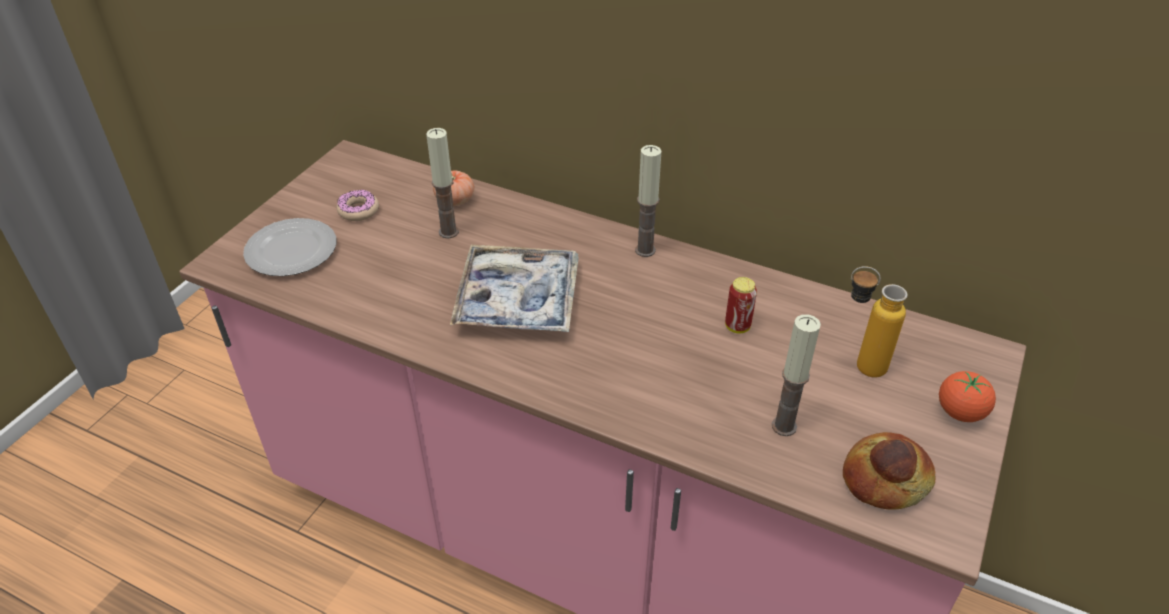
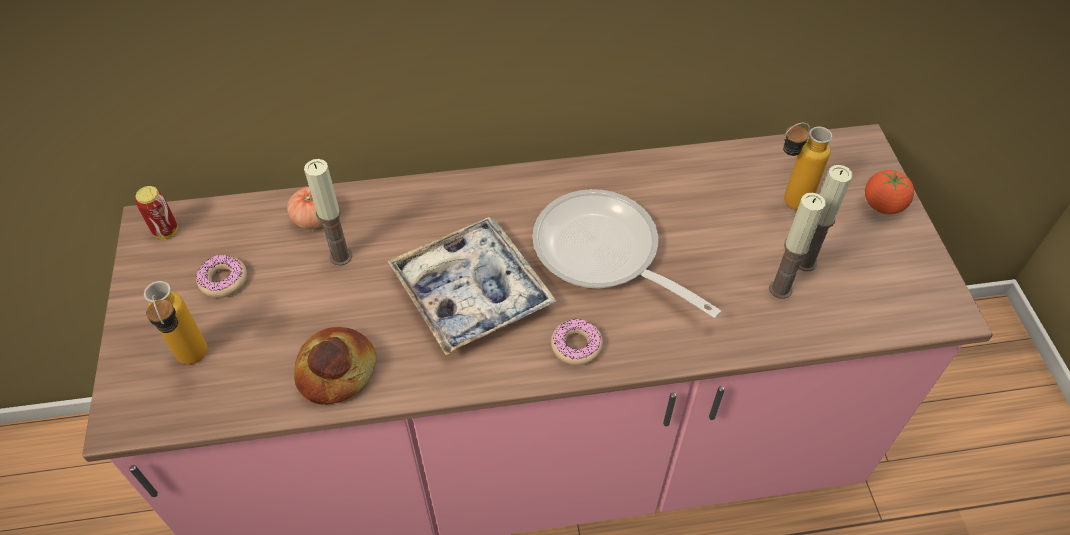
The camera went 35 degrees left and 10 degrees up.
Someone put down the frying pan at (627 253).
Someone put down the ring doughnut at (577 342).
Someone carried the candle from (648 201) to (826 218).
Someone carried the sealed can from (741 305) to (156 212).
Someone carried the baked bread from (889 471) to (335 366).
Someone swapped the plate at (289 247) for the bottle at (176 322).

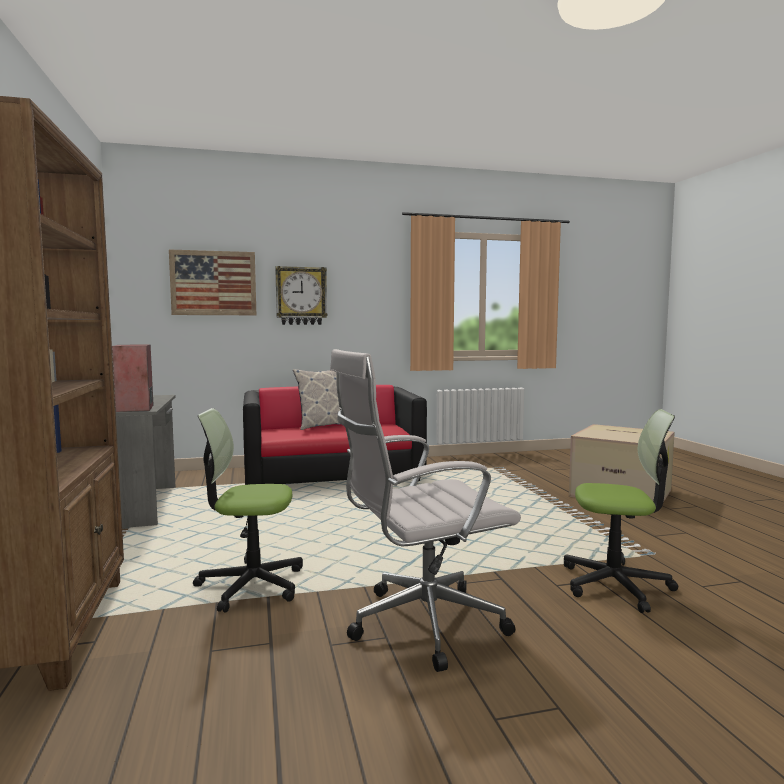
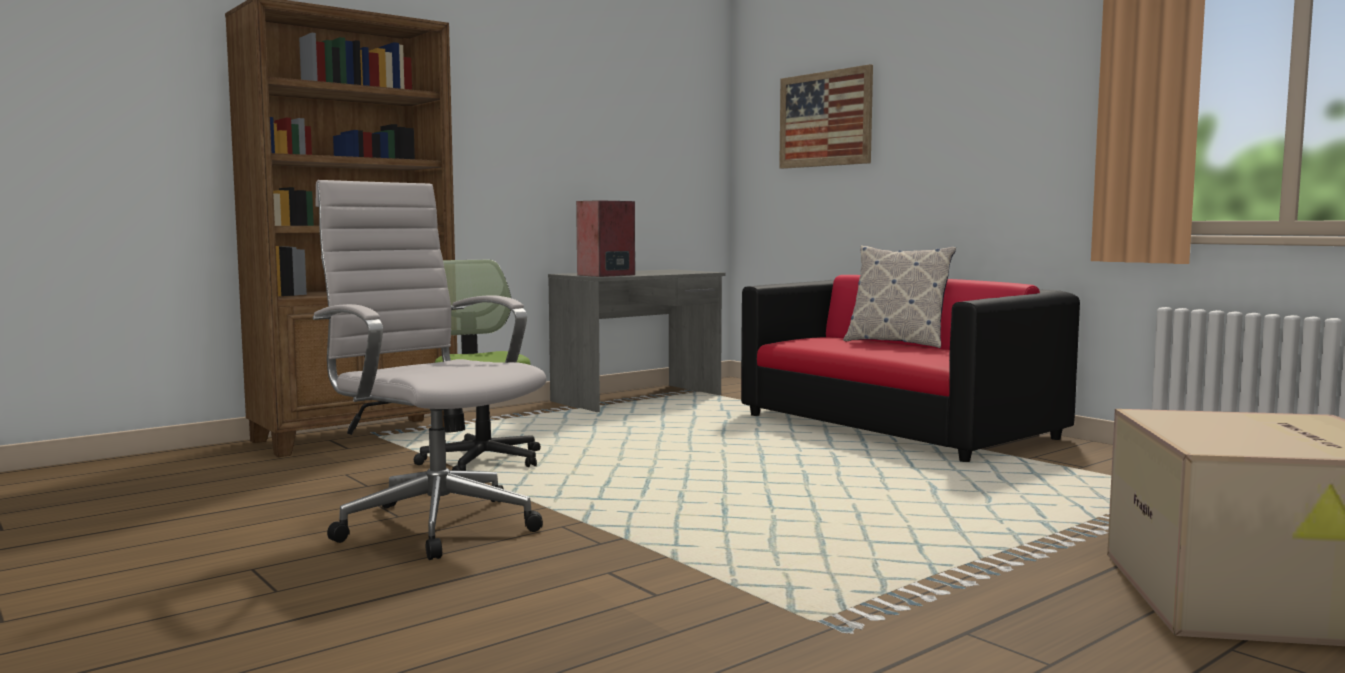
The camera went 65 degrees right and 0 degrees up.
Someone took away the hanging clock at (301 295).
Someone took away the desk chair at (621 511).

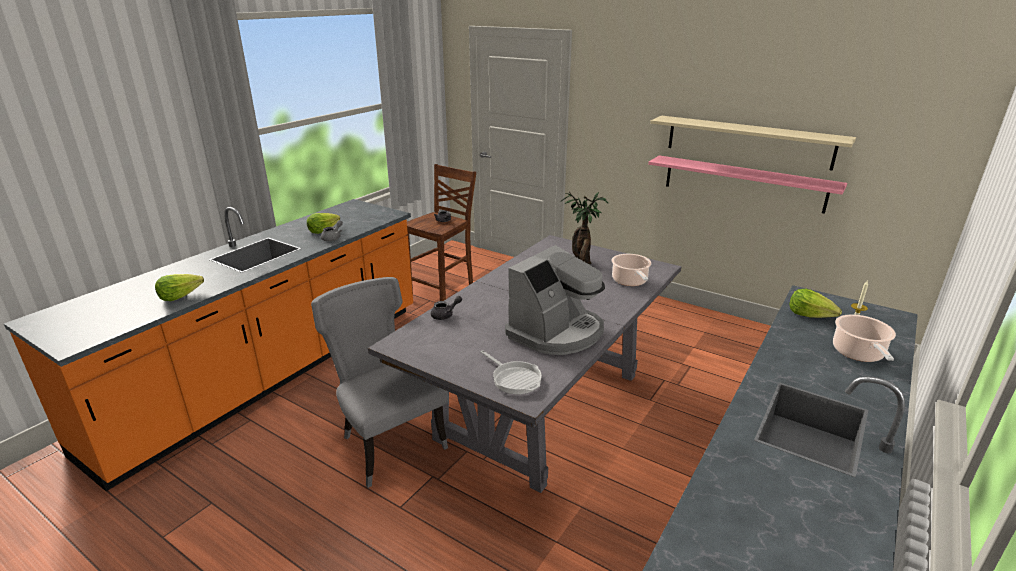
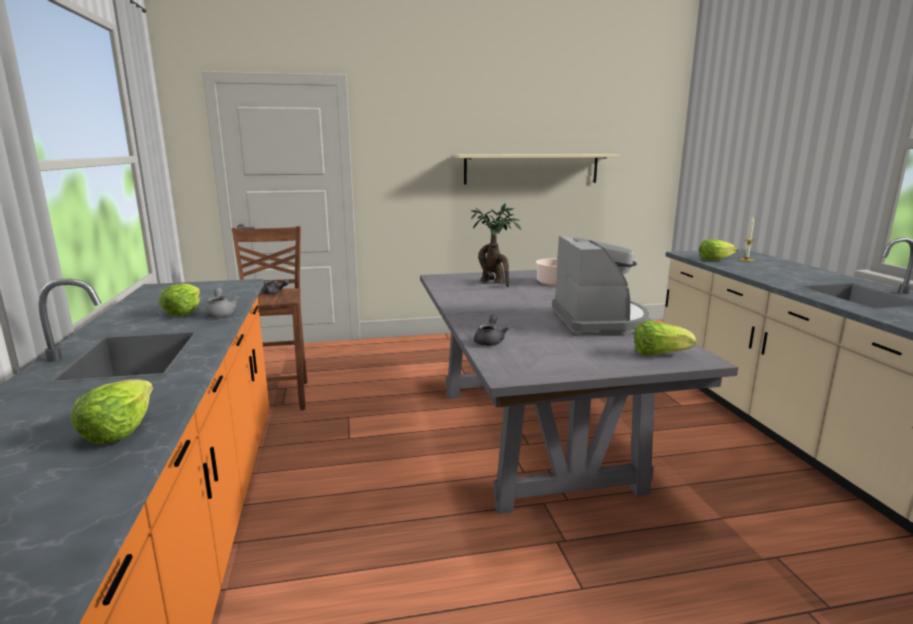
The camera went 45 degrees left and 10 degrees down.
Someone took away the greyish chair at (380 382).
Someone took away the pinkish wall shelf at (747 184).
Someone took away the stockpot at (864 338).
Someone swapped the frying pan at (511 372) for the lettuce at (665 337).

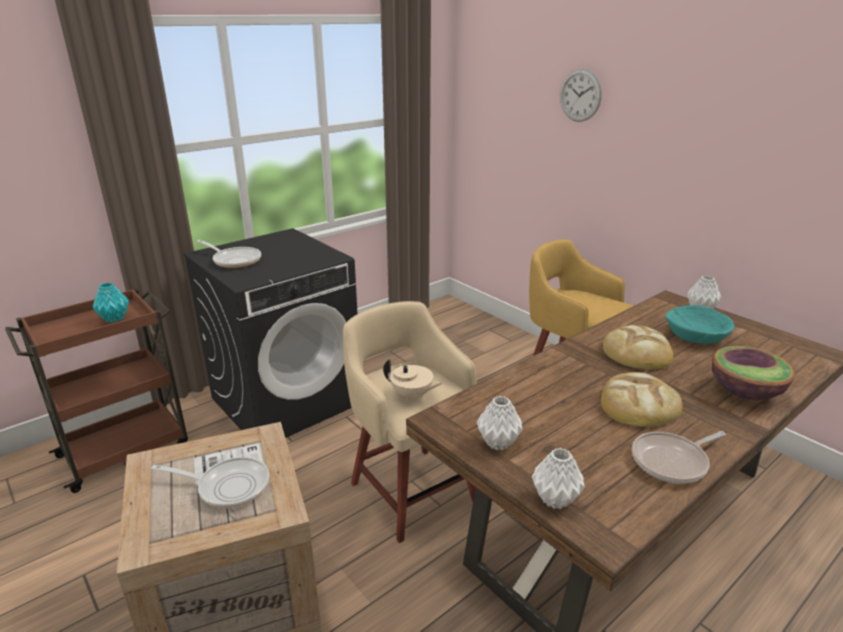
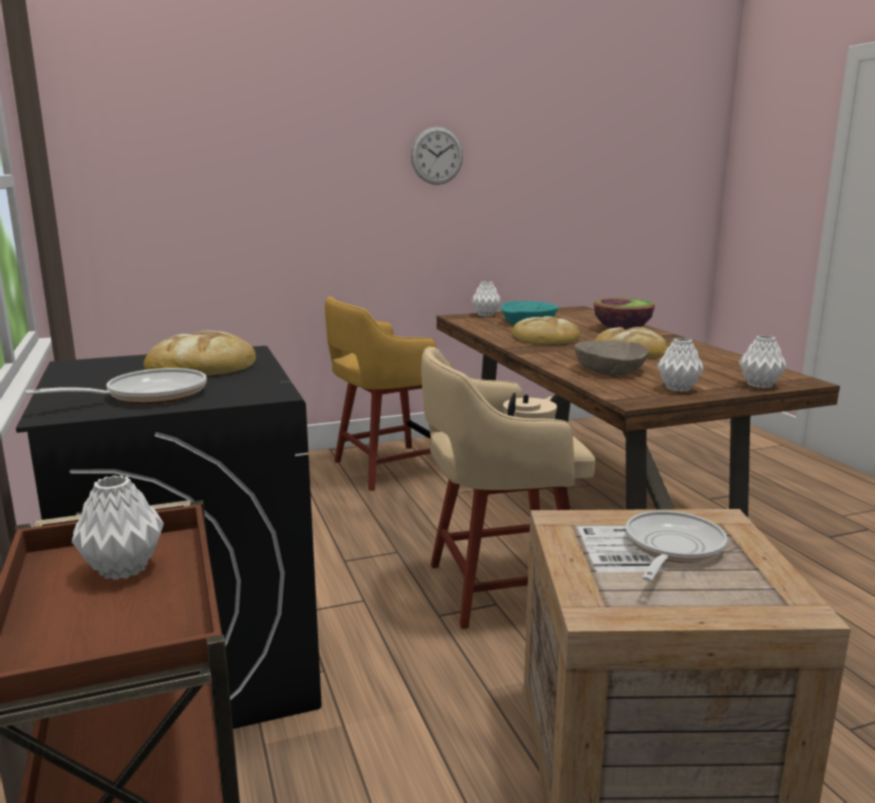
The camera went 70 degrees left and 10 degrees down.
Someone took away the frying pan at (679 457).
Someone put down the baked bread at (200 353).
Someone put down the sand-coloured serving bowl at (611 357).
Someone carried the hanging clock from (581 95) to (437 156).
Someone repainted the turquoise flower vase at (110 302), which became the white flower vase at (118 527).

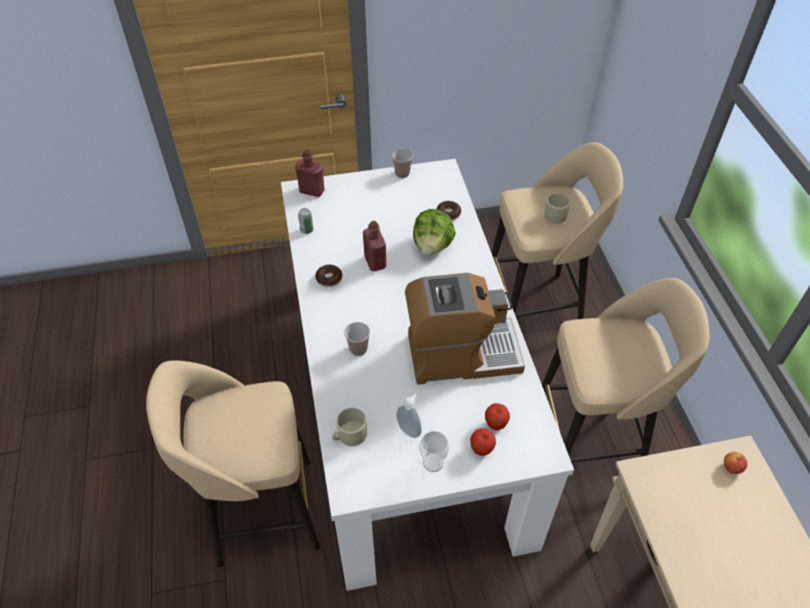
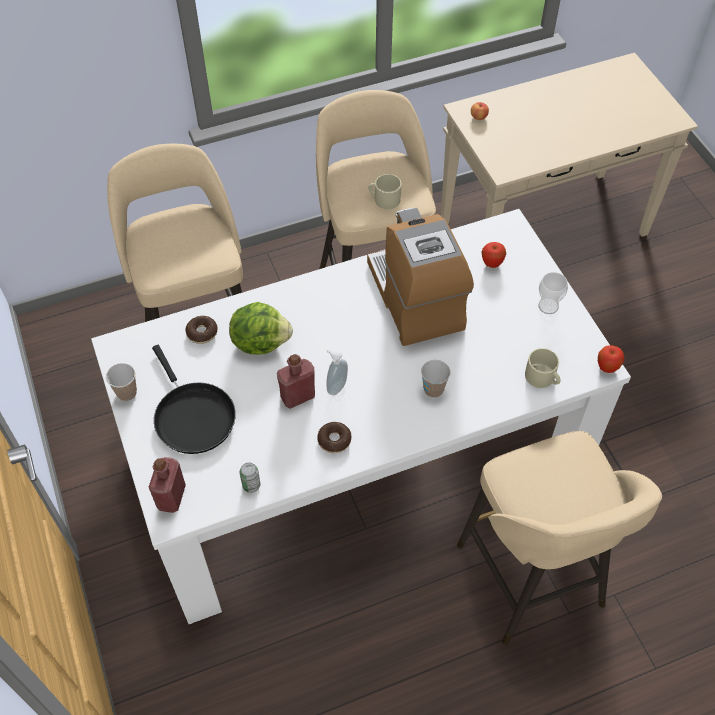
The camera went 100 degrees left and 5 degrees up.
Someone put down the blackish frying pan at (194 399).
Someone carried the soap bottle from (409 416) to (337 372).
Someone carried the apple from (483 442) to (611 359).
Someone carried the sand-coloured coffee mug from (557 208) to (384 191).

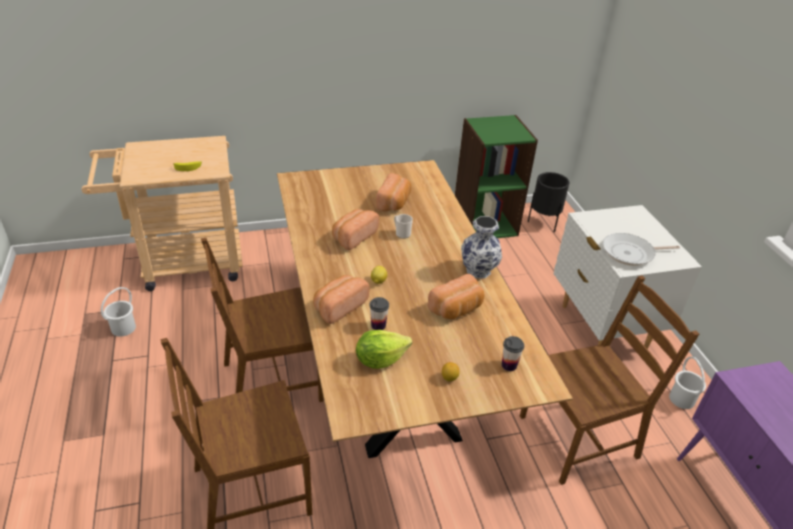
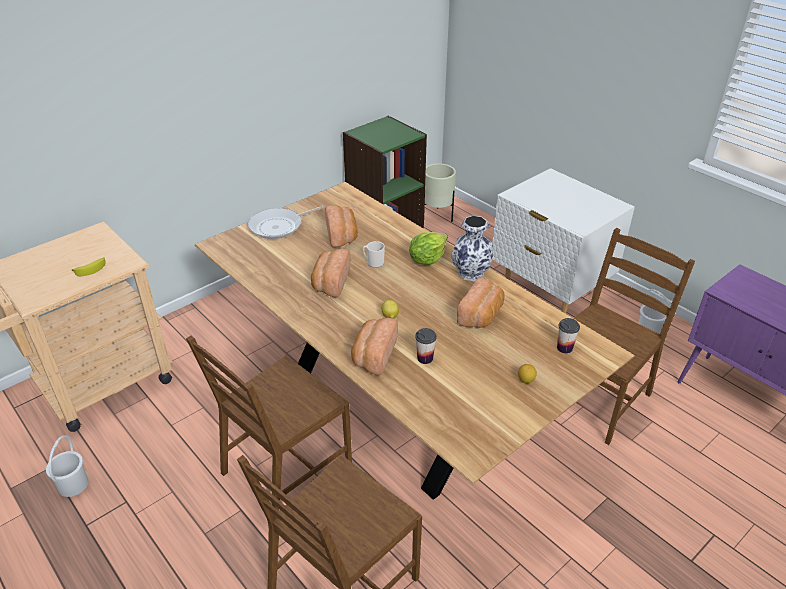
The camera went 25 degrees left and 0 degrees up.
Someone carried the lettuce from (384 349) to (428 248).
Someone carried the frying pan from (641 249) to (286 222).
Someone repainted the blackish flower pot at (548 202), which became the sand-coloured flower pot at (440 192).

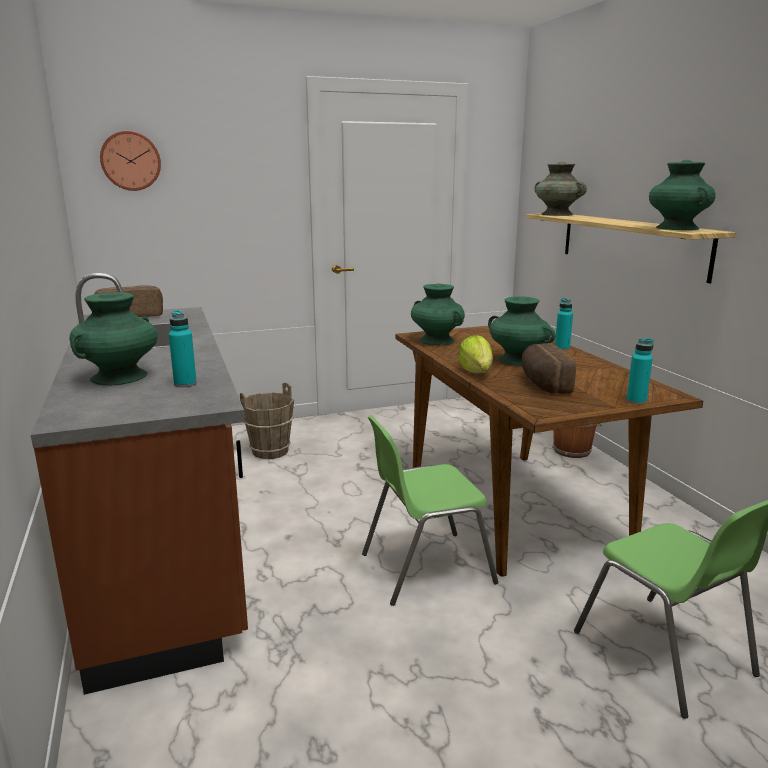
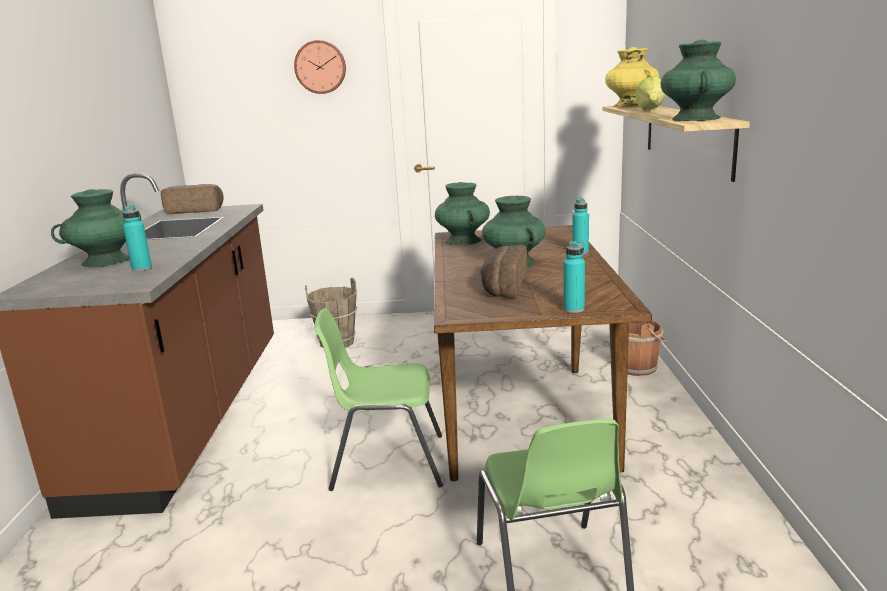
The camera went 20 degrees right and 0 degrees up.
Someone carried the hanging clock from (130 161) to (320 67).
Someone carried the lettuce from (475 354) to (651 93).
Someone repainted the turquoise flower vase at (560 189), which became the yellowish flower vase at (632 77).

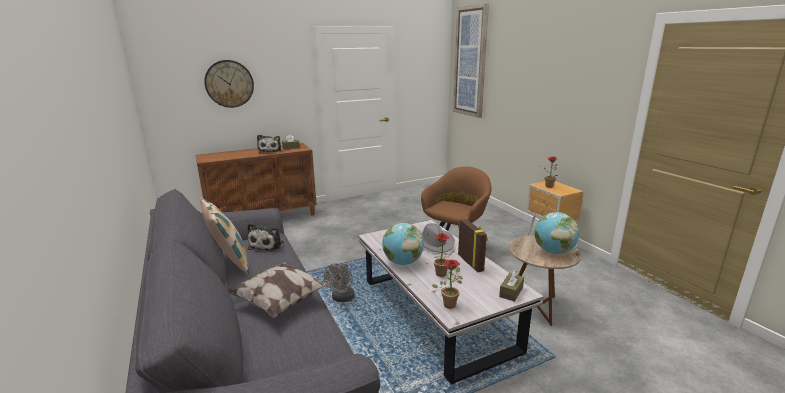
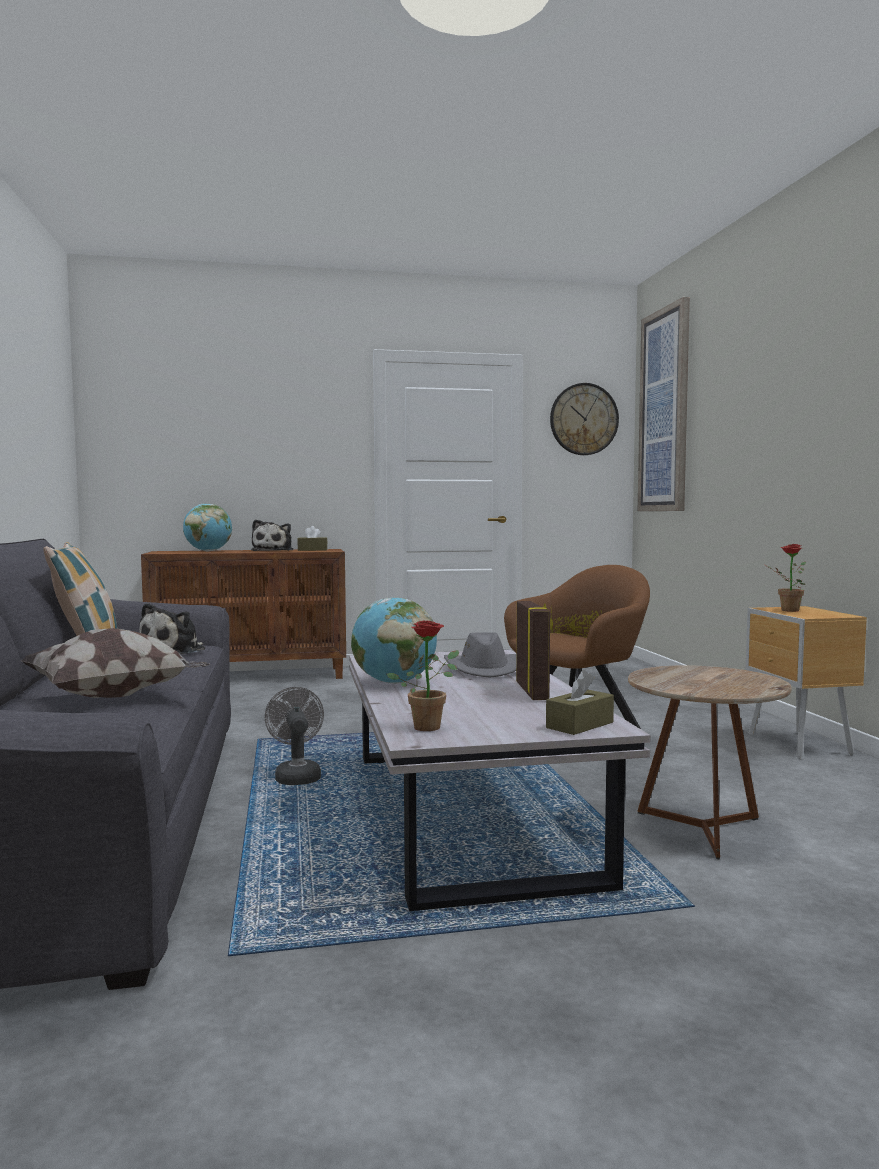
The camera went 15 degrees right and 15 degrees down.
Someone took away the plant in a pot at (444 255).
Someone carried the hanging clock from (229 84) to (584 419).
Someone carried the globe from (556 233) to (207 527).
Someone rotated the greyish electric fan at (338 282) by 135 degrees clockwise.

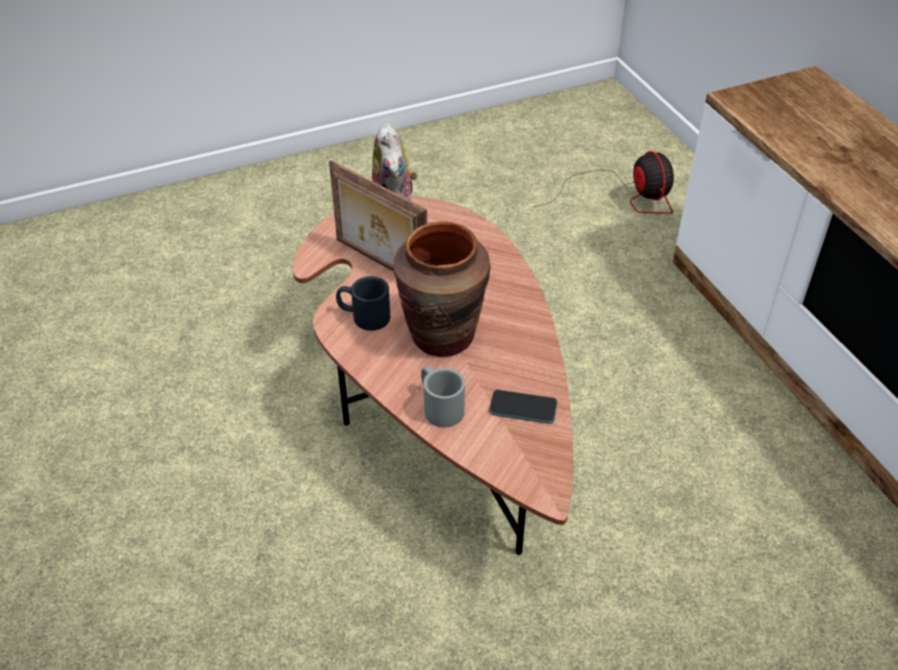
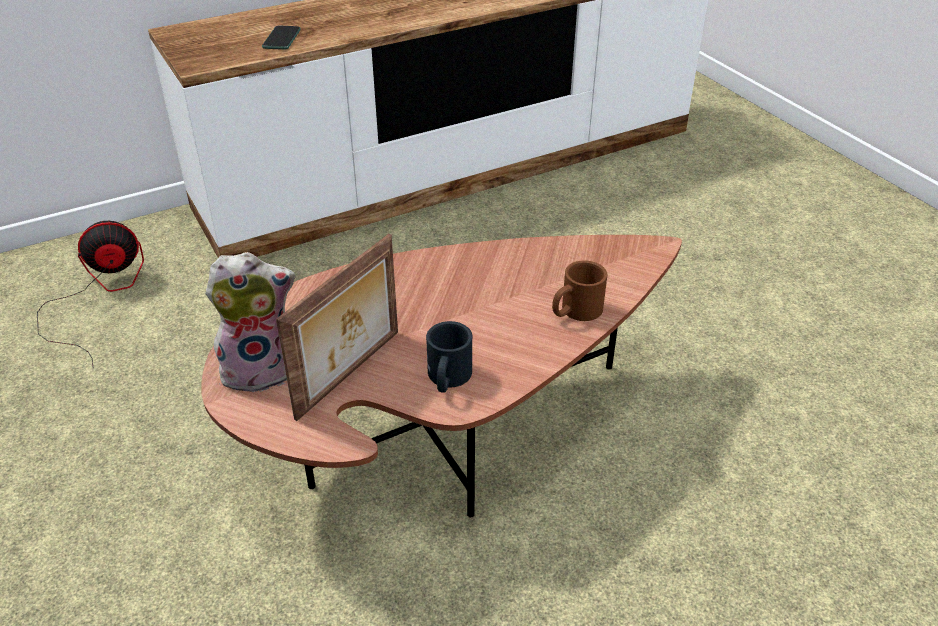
The camera went 95 degrees left and 5 degrees down.
Someone took away the brownish flower vase at (442 289).
Someone carried the telephone from (523 407) to (281 38).
Someone repainted the greyish coffee mug at (443 396), which became the brownish coffee mug at (580 290).

